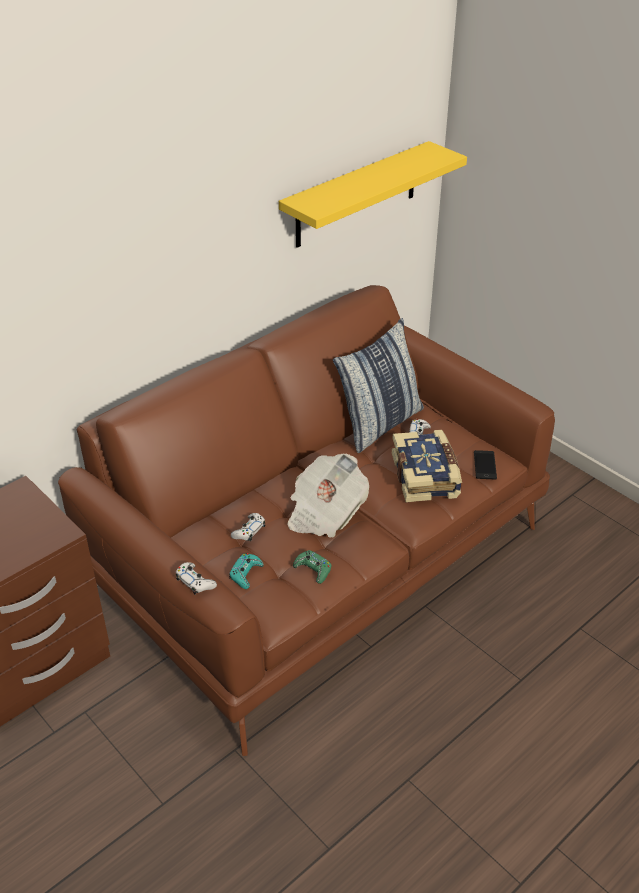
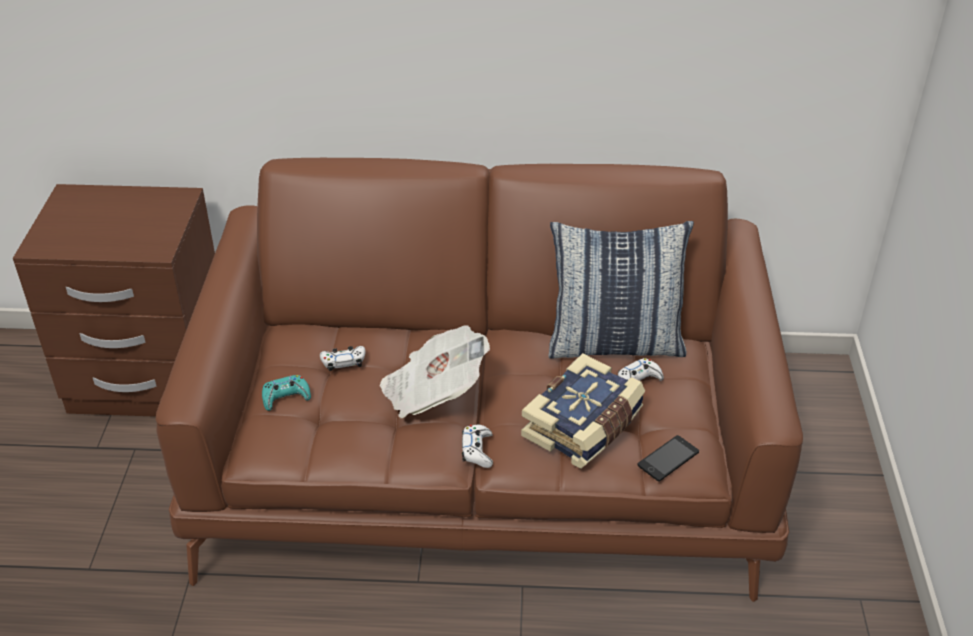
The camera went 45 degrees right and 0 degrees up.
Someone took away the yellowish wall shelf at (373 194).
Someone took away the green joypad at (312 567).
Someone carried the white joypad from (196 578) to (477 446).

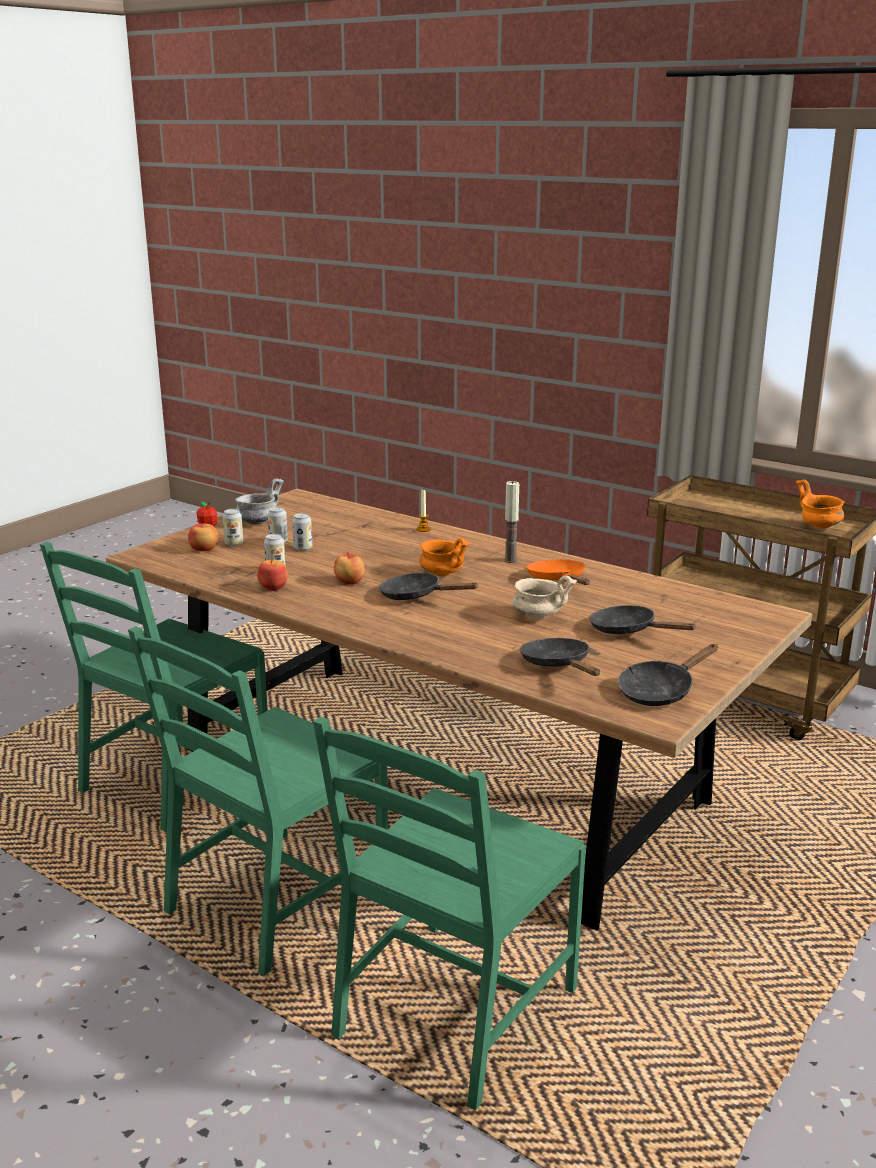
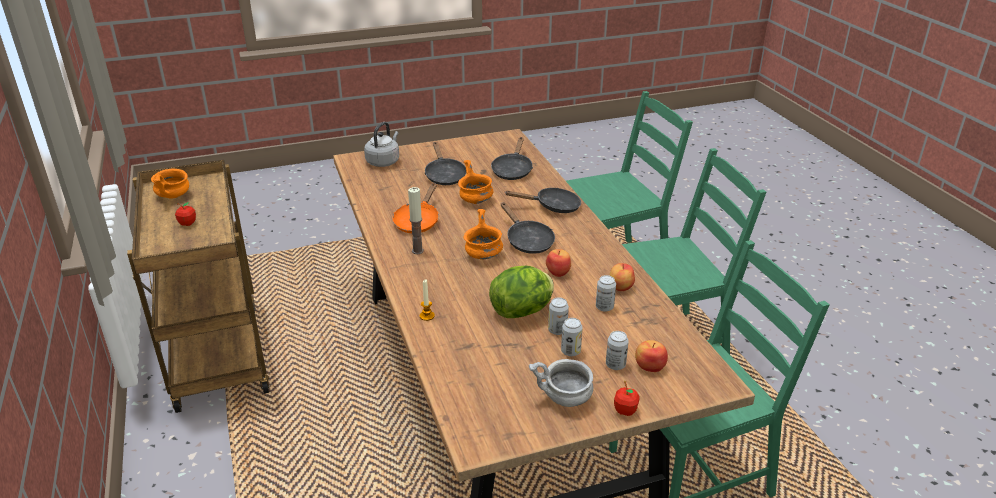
The camera went 145 degrees left and 10 degrees up.
Someone put down the apple at (185 214).
Someone put down the greyish kettle at (381 144).
Someone put down the lettuce at (521 292).
Someone carried the blackish frying pan from (668 675) to (542 200).
Someone repainted the sand-coloured serving bowl at (544 597), which became the orangey serving bowl at (475 182).

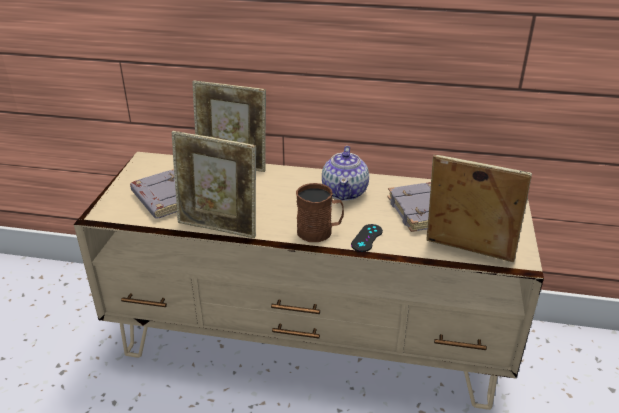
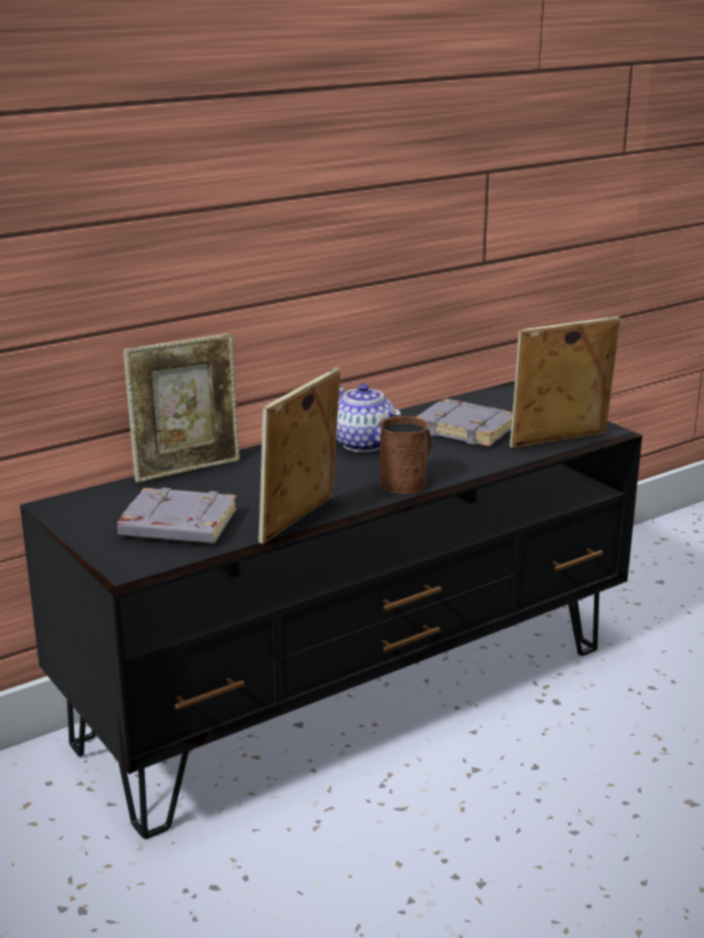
The camera went 45 degrees left and 10 degrees down.
Someone took away the blackish joypad at (367 238).
Someone repainted the sand-coloured media console at (309 281), which became the blackish media console at (331 610).
Someone rotated the picture frame at (214 184) by 150 degrees clockwise.

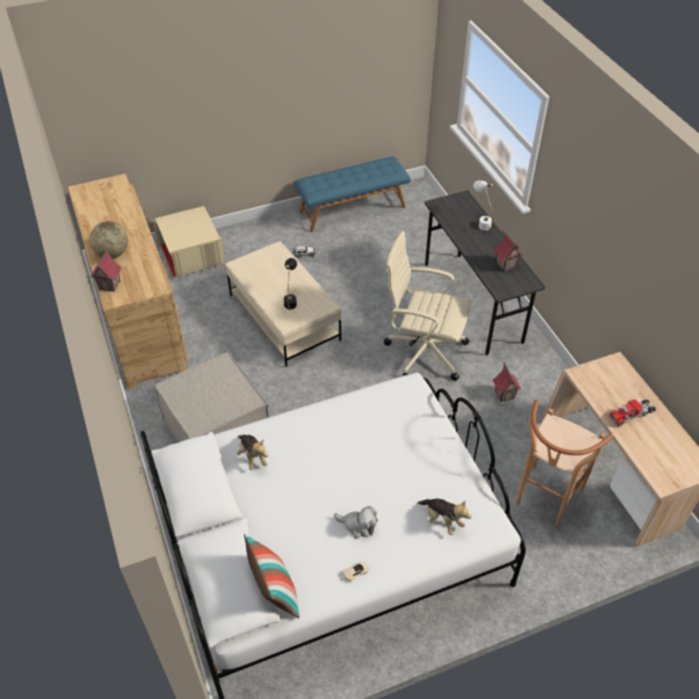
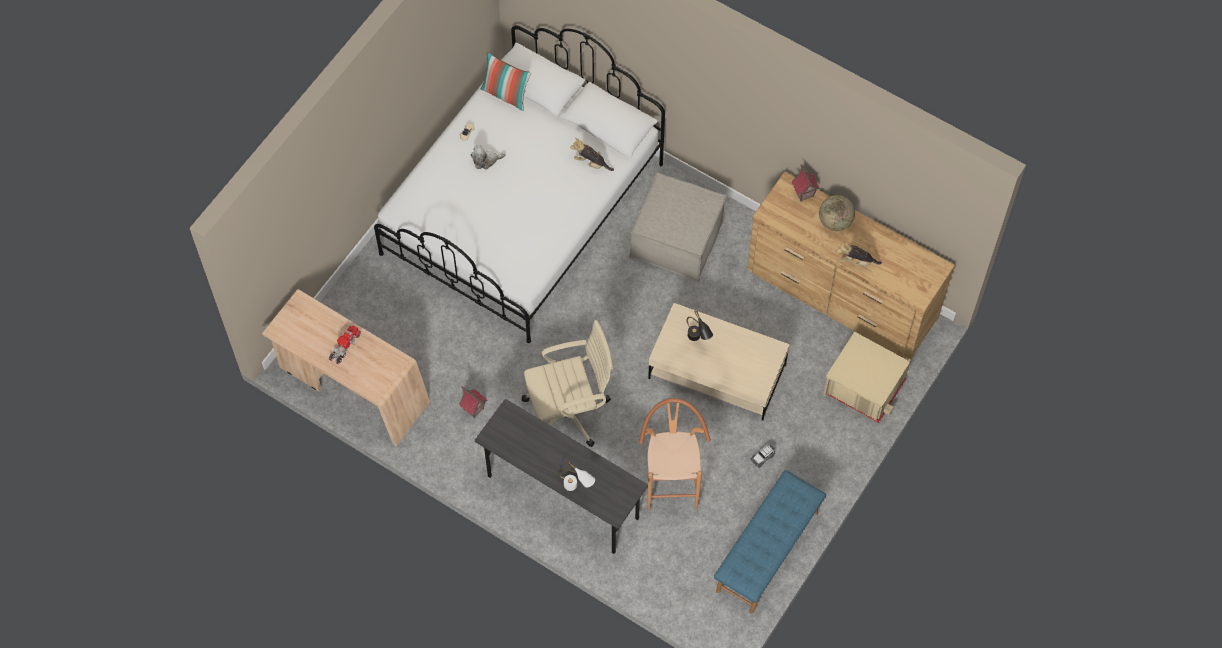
The camera went 145 degrees right and 15 degrees up.
Someone took away the miniature house at (508 251).
Someone carried the cuddly toy from (444 517) to (859 253).
Someone carried the brownish sitting stool from (564 463) to (675 454).

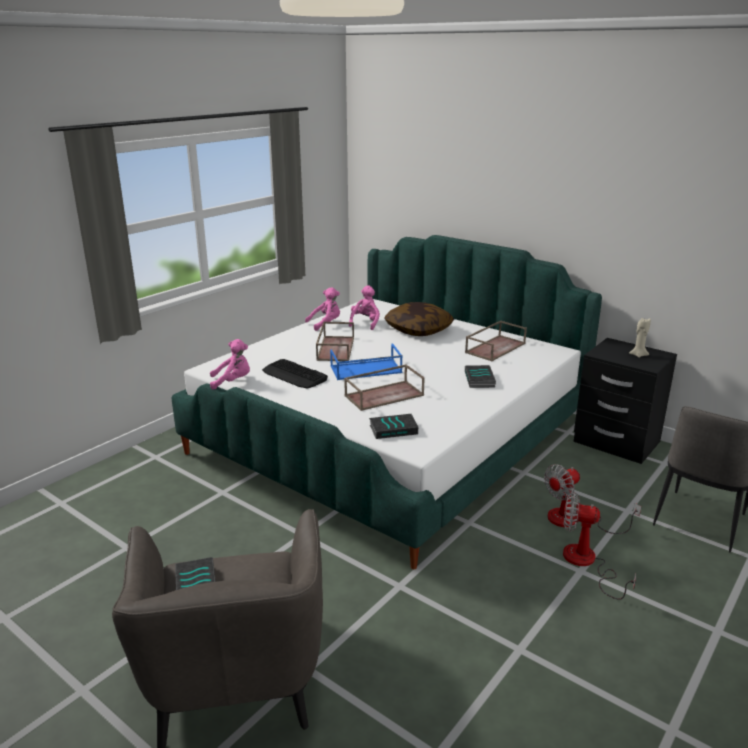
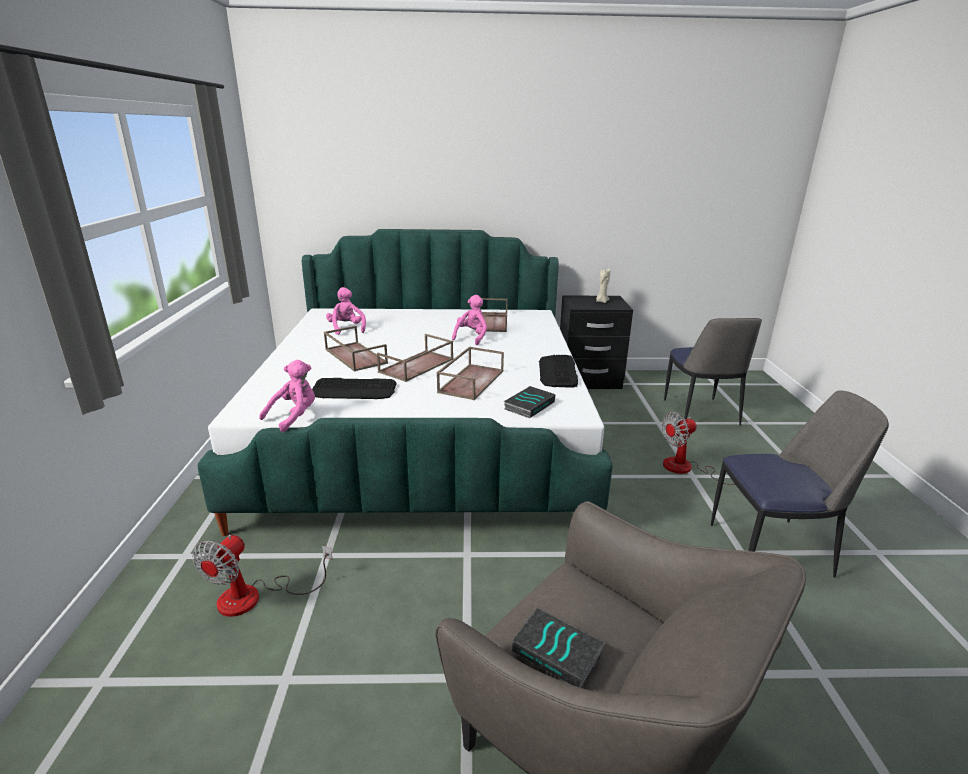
The camera went 40 degrees left and 0 degrees up.
Someone took away the throw pillow at (419 319).
Someone took away the book at (480 376).
Someone put down the computer keyboard at (558 371).
Someone put down the chair at (800 484).
Someone carried the pinkish cuddly toy from (322 309) to (469 320).
Someone carried the electric fan from (592 499) to (262 576).
Someone repainted the blue carrying tray at (366 361), which became the brownish carrying tray at (415 358).

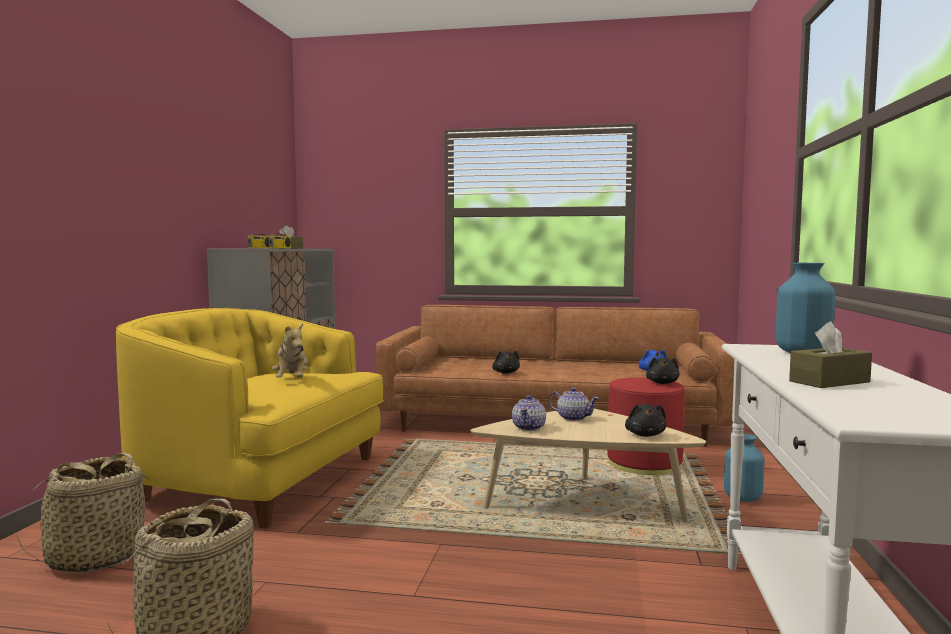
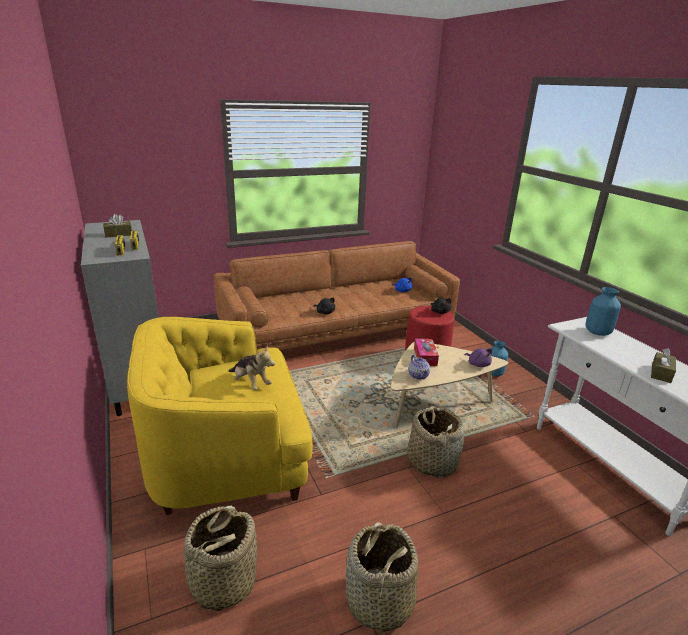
The camera went 35 degrees left and 20 degrees up.
Someone put down the basket at (435 442).
Someone swapped the teapot at (574 404) for the box of tissues at (426 352).
Someone repainted the blackish cuddly toy at (645 420), which became the purple-coloured cuddly toy at (478 357).

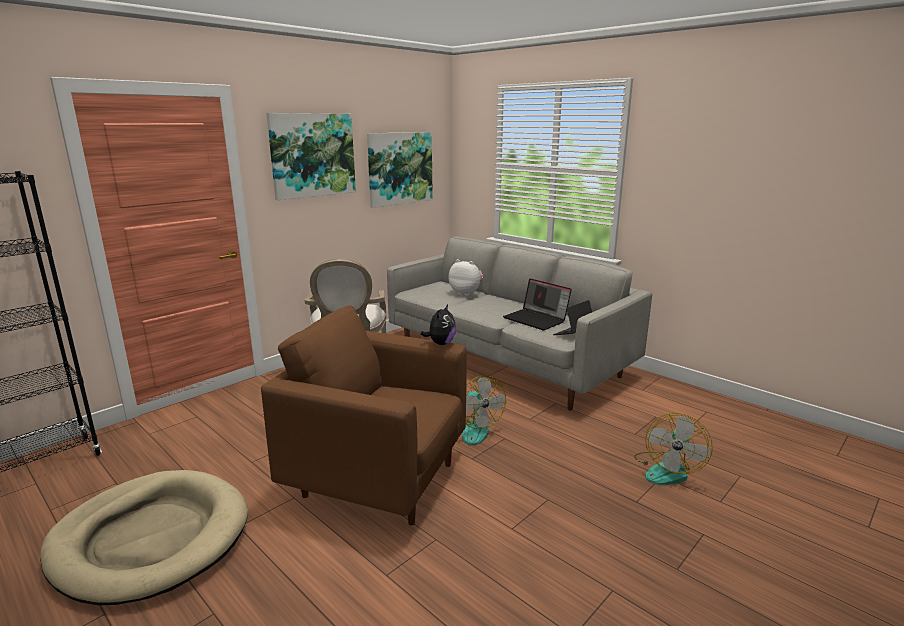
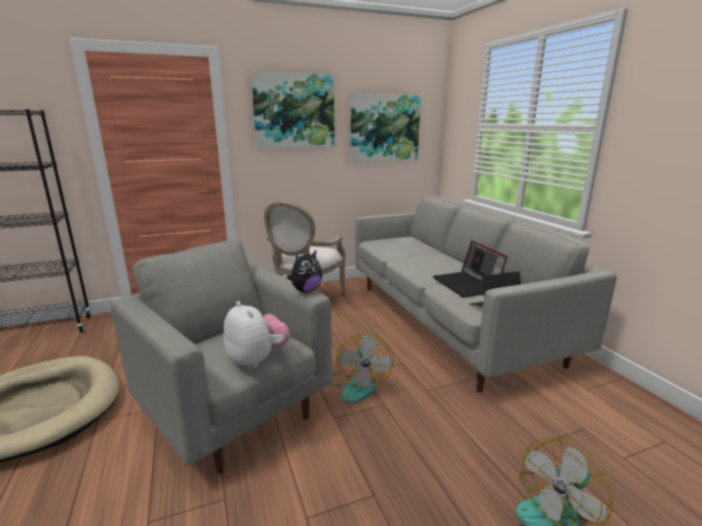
The camera went 25 degrees right and 0 degrees up.
Someone carried the cuddly toy from (465 277) to (257 335).
Someone repainted the brownish lounge chair at (364 415), which became the greyish lounge chair at (221 357).

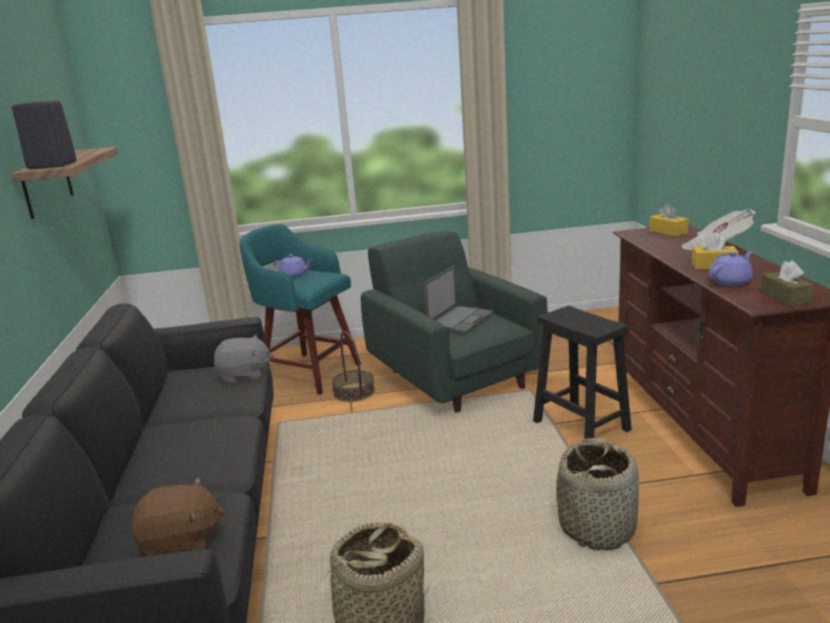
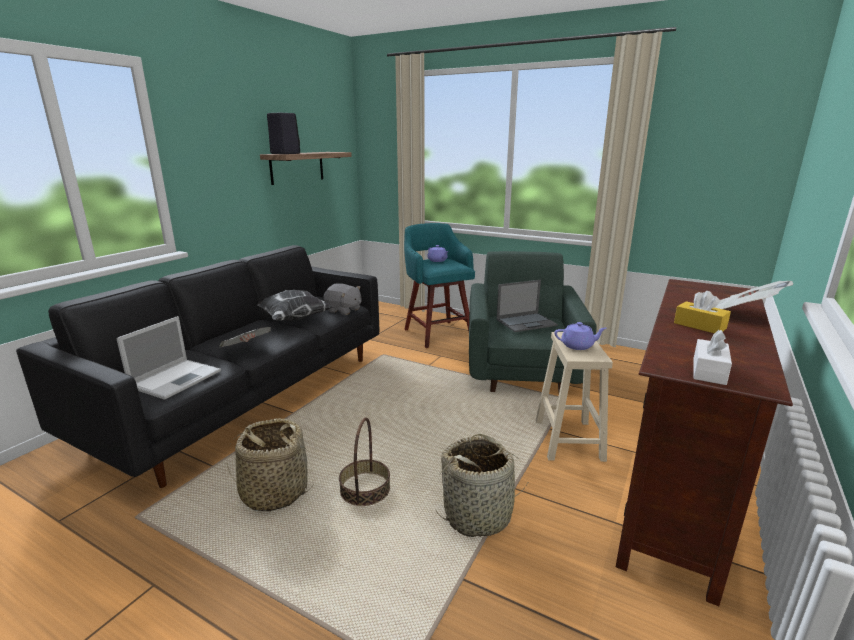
The camera went 35 degrees right and 0 degrees up.
Someone took away the yellowish box of tissues at (669 220).
Someone put down the daily paper at (245 337).
Someone put down the throw pillow at (295 305).
Someone carried the basket from (353 366) to (364 461).
Someone carried the purple-coloured teapot from (731 268) to (581 336).
Someone swapped the brownish cuddly toy at (178 516) for the portable computer at (168 358).
Someone repainted the blackish sitting stool at (582 372), which became the sand-coloured sitting stool at (574 397).
Someone repainted the brownish box of tissues at (787 283), which became the white box of tissues at (712 357).

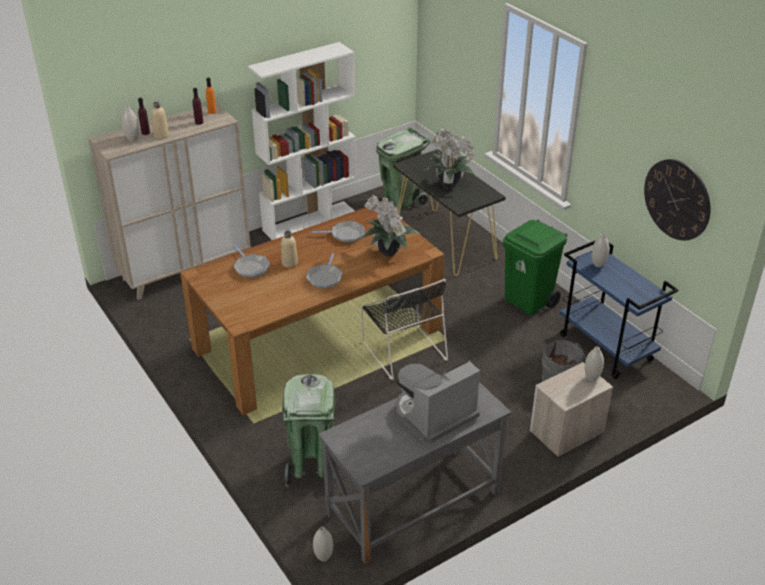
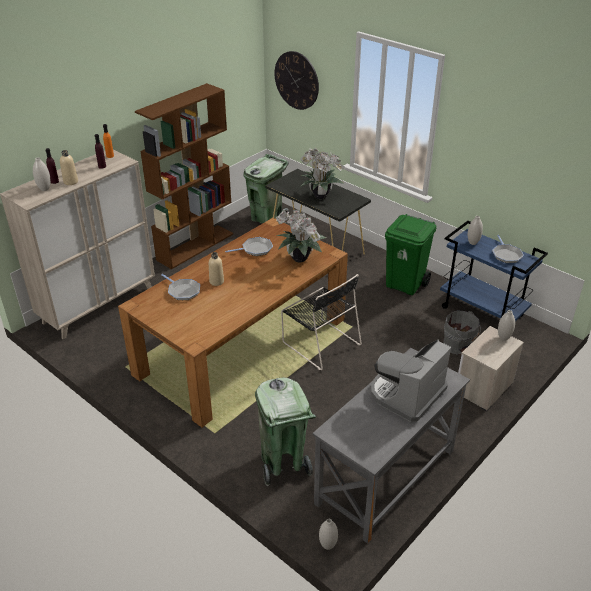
The camera went 15 degrees left and 0 degrees up.
Someone carried the frying pan from (324 270) to (508 249).
Someone carried the hanging clock from (677 200) to (297 80).
Someone repainted the white shelving unit at (302 141), which became the brownish shelving unit at (184 176).

